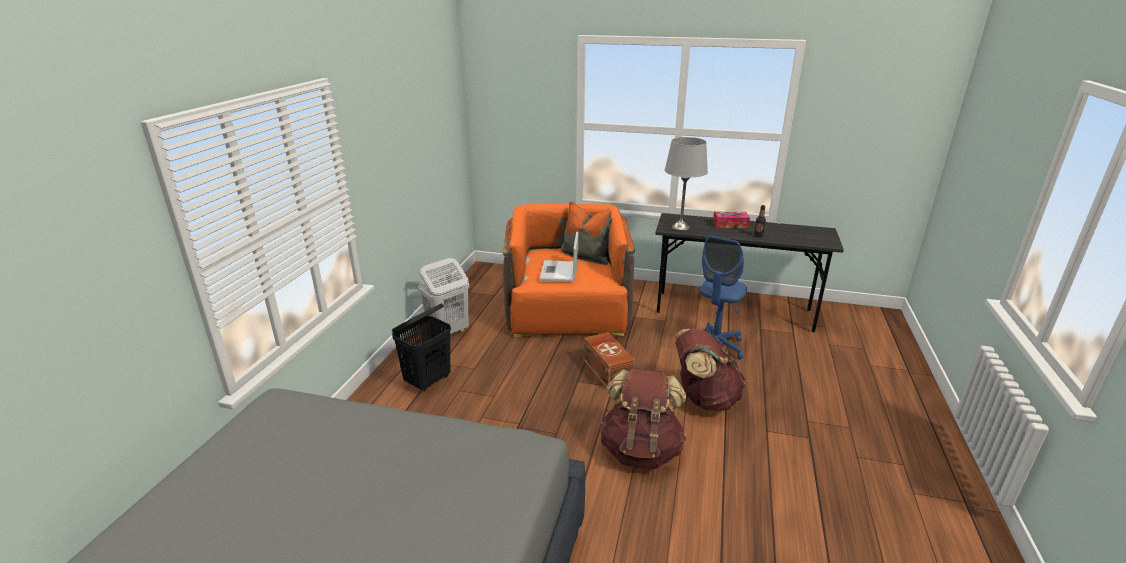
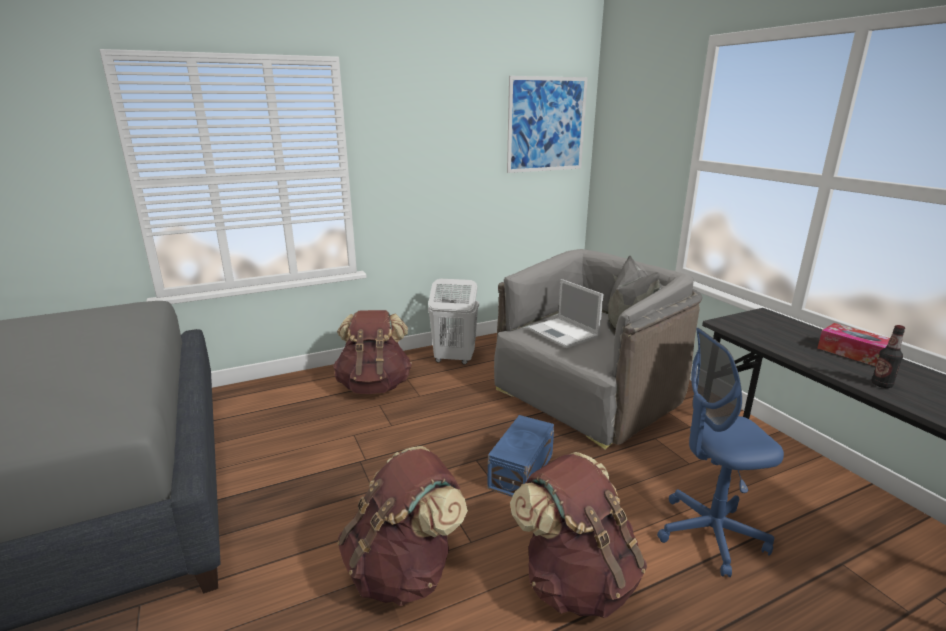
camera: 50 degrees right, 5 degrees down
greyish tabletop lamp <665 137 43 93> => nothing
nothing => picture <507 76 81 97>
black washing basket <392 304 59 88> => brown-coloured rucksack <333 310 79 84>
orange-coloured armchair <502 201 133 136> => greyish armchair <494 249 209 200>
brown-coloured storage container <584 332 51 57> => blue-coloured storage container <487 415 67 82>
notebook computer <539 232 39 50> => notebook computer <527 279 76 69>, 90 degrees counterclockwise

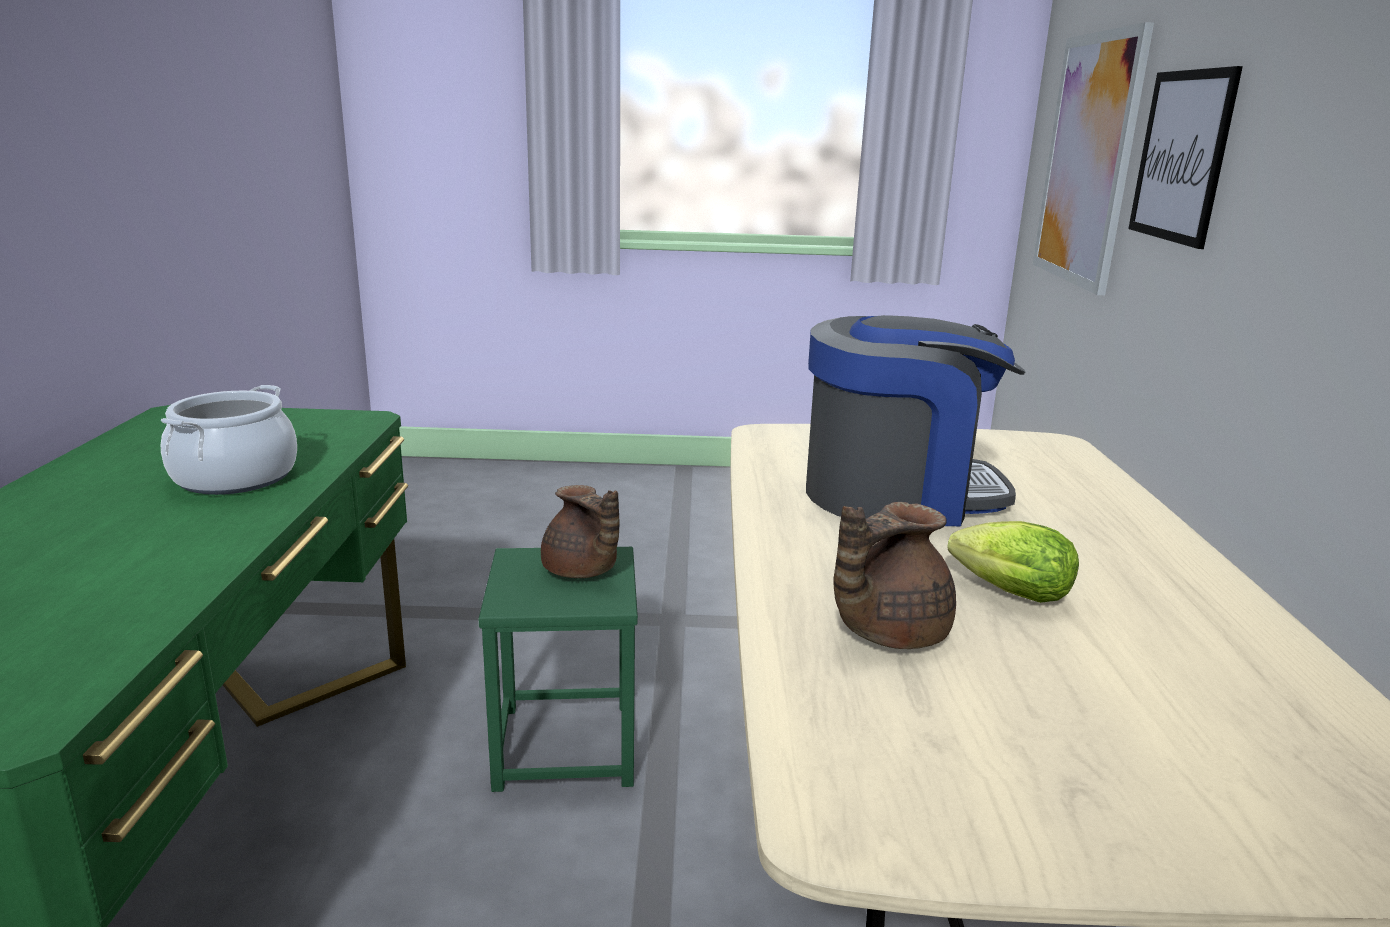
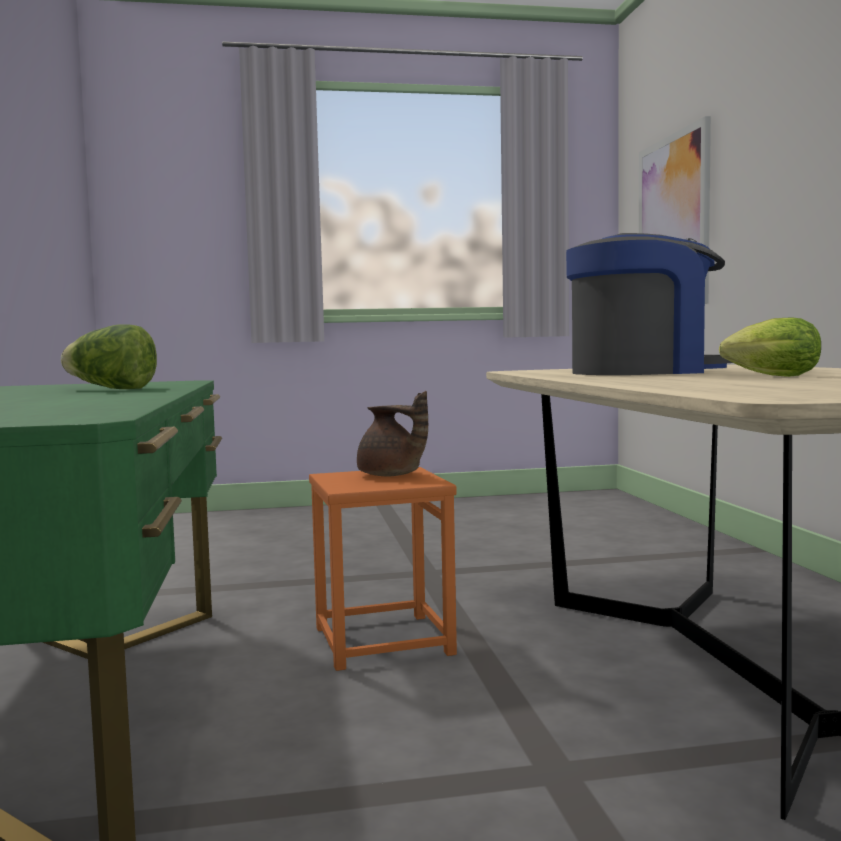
camera: 10 degrees left, 15 degrees down
brown-coloured teapot <833 502 123 147> => nothing
picture <1128 66 115 183> => nothing
cooking pot <161 385 136 110> => lettuce head <61 324 96 65>
greenish stool seat <478 547 160 245> => orange-coloured stool seat <309 467 148 204>

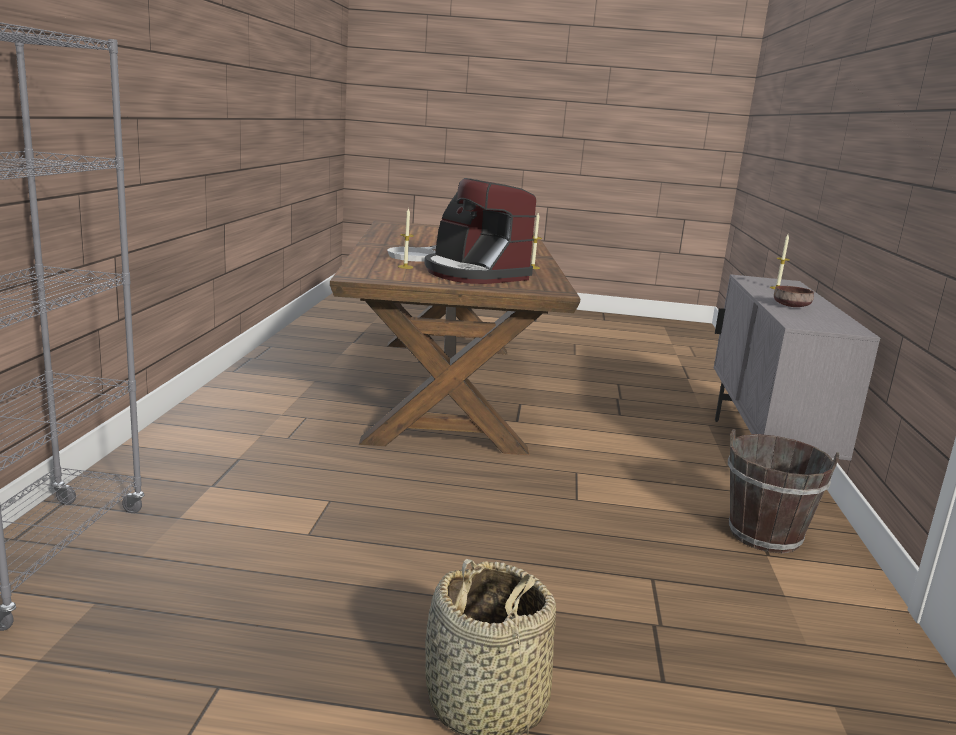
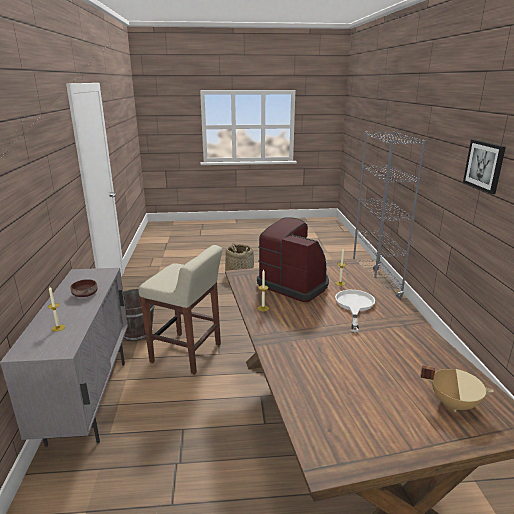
camera: 170 degrees right, 5 degrees up
nothing => beige-coloured stool seat <139 245 83 129>
nothing => beige-coloured cooking pot <420 365 74 47>
nothing => picture <463 140 43 54>

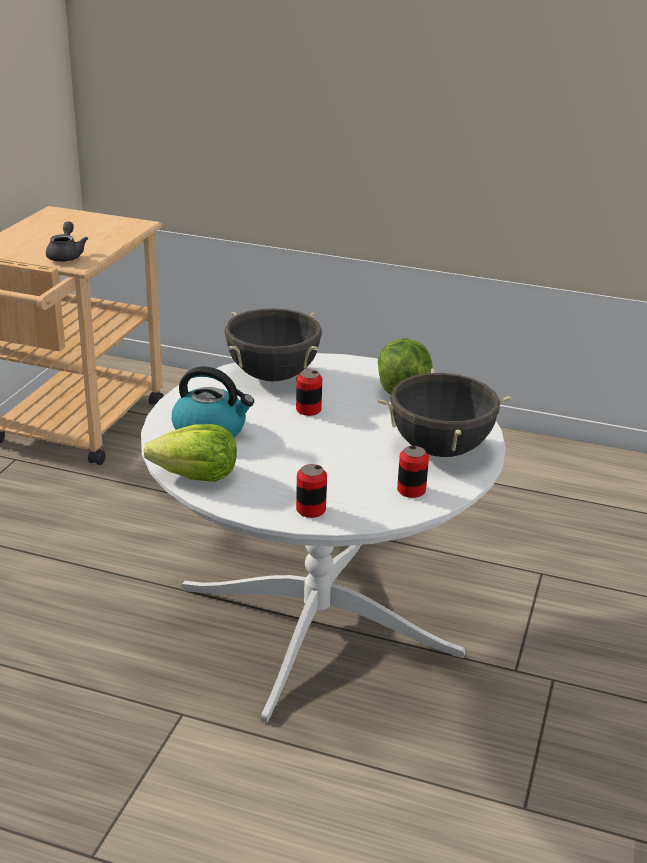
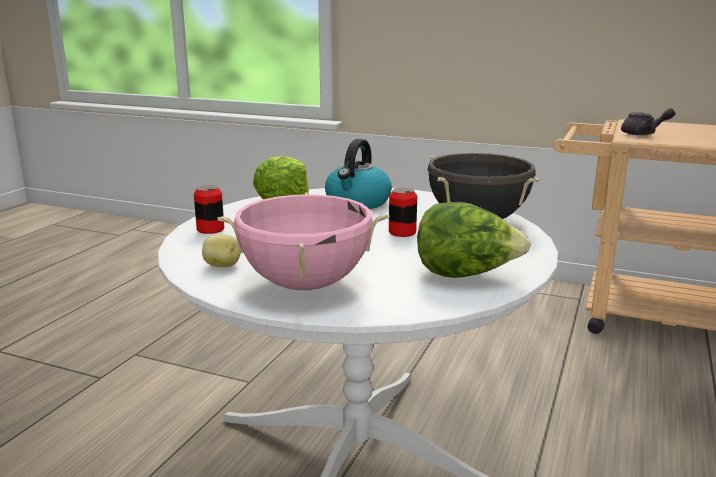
camera: 95 degrees right, 10 degrees down
can <397 446 32 52> => whole potato <202 234 39 33>
black cooking pot <378 369 134 88> => pink-coloured cooking pot <217 193 173 97>

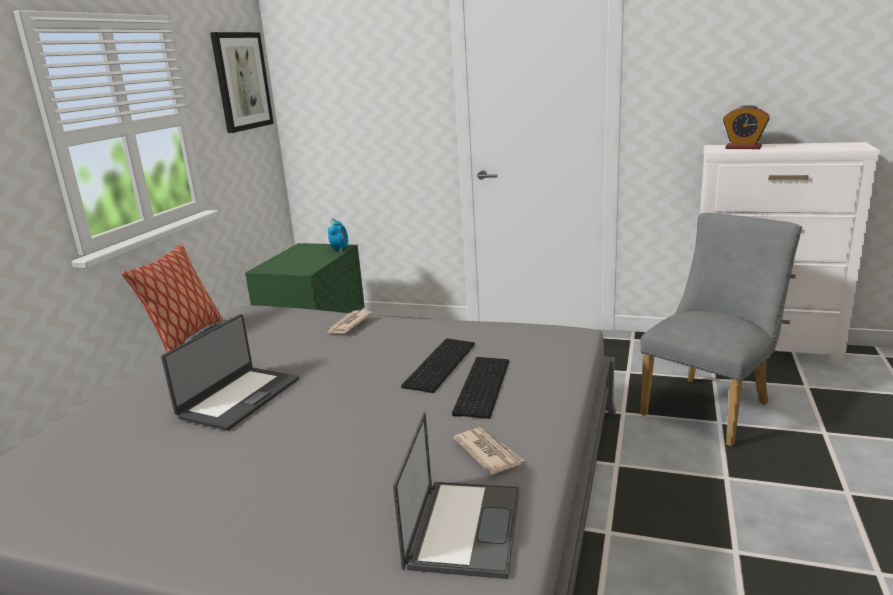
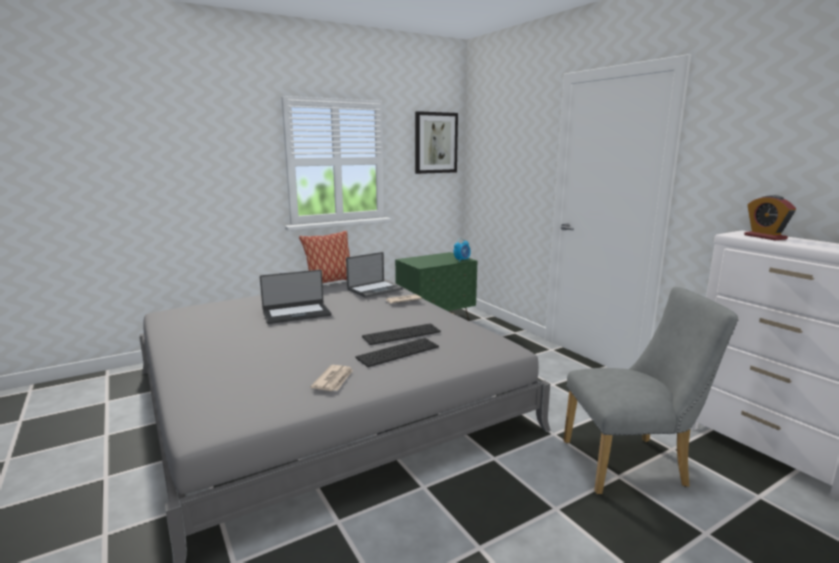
camera: 40 degrees right, 5 degrees down
notebook computer <393 412 126 167> => notebook computer <346 252 57 46>, shifted

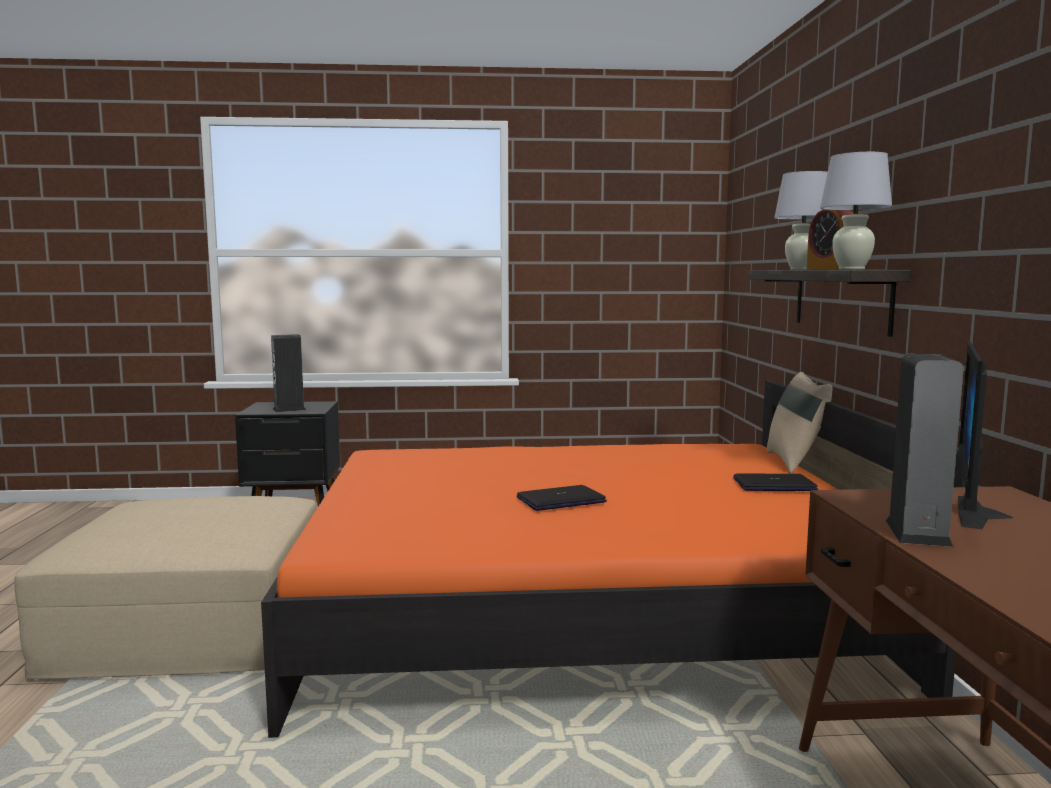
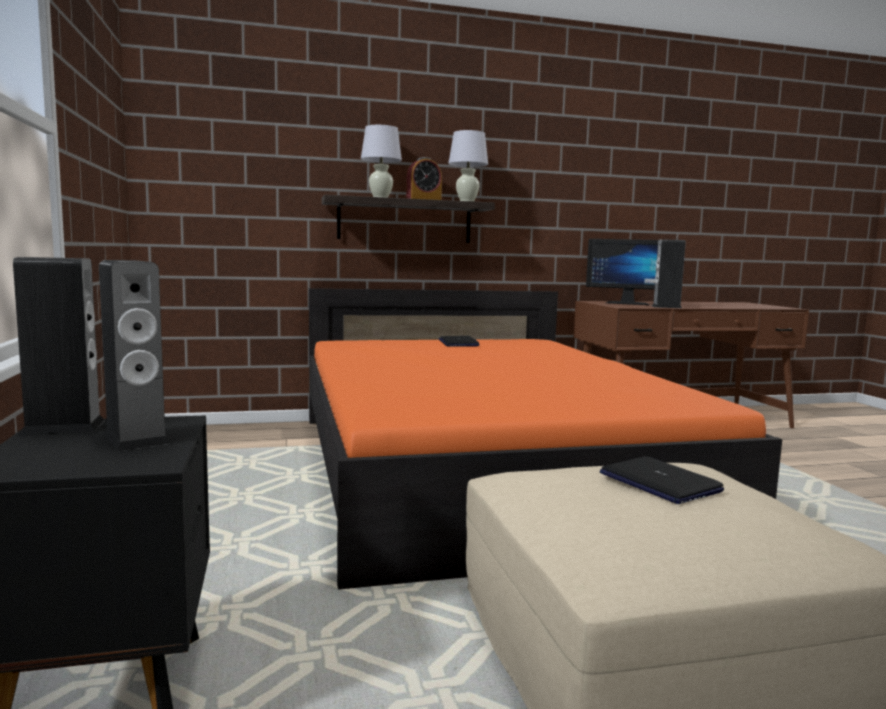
camera: 100 degrees left, 0 degrees up
beige-coloured pillow <767 372 65 101> => nothing
nothing => speaker <13 257 92 178>
notebook computer <517 485 90 26> => notebook computer <600 456 124 48>, shifted

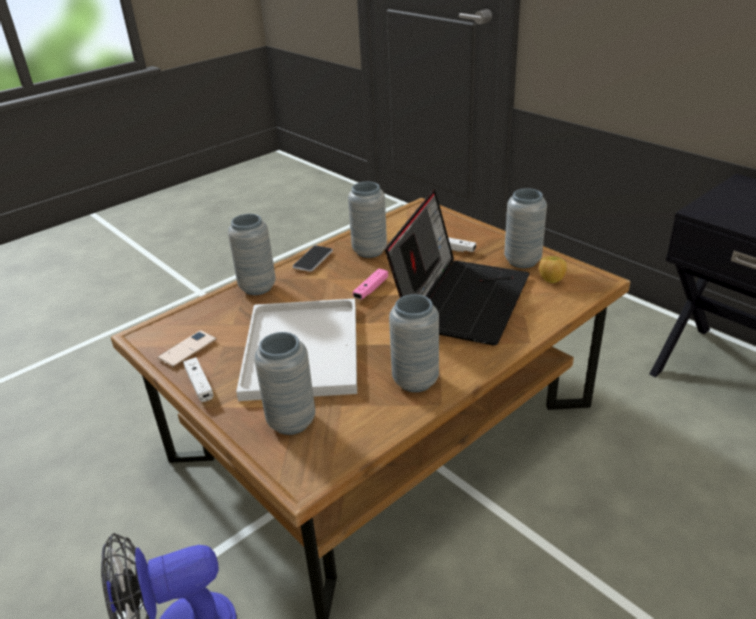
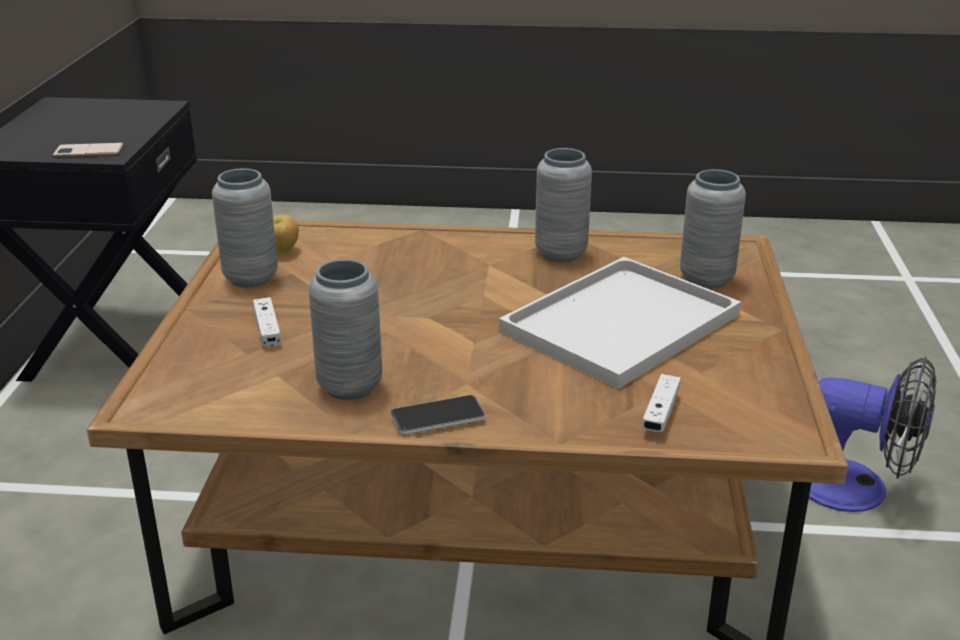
camera: 135 degrees left, 5 degrees down
greyish decorative vase <228 214 48 81> => nothing
pink-coloured gamepad <353 269 35 31> => nothing
notebook computer <385 190 145 155> => nothing
telephone <157 330 60 37> => telephone <52 143 71 14>, shifted
white gamepad <183 357 30 45> => white gamepad <642 374 39 58>, shifted

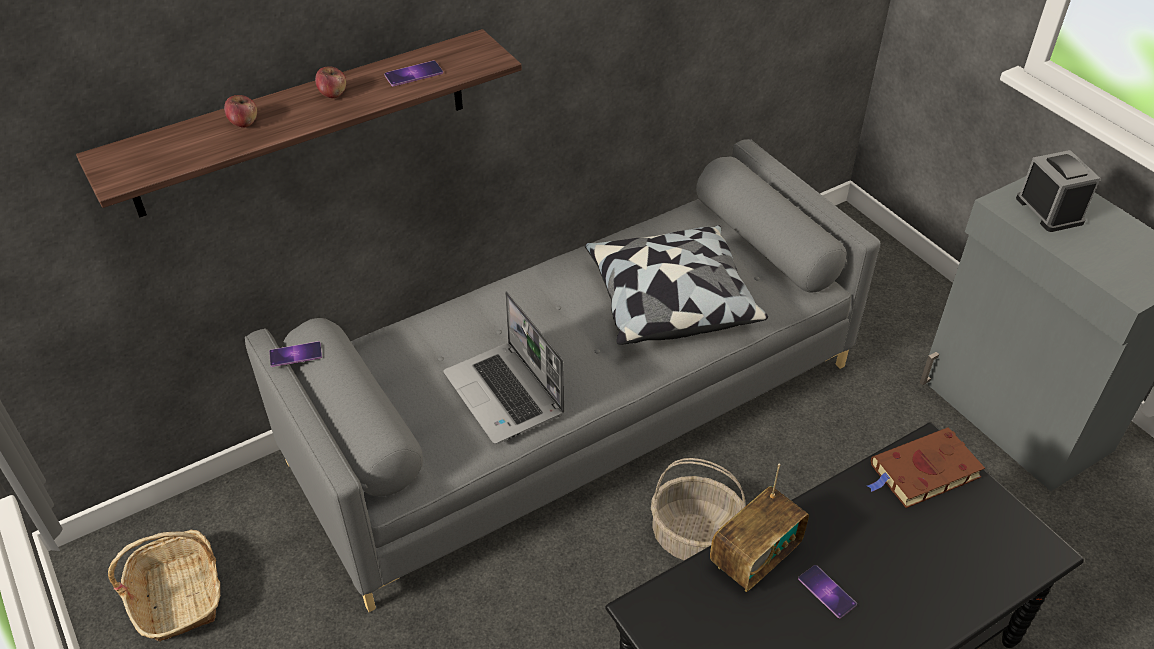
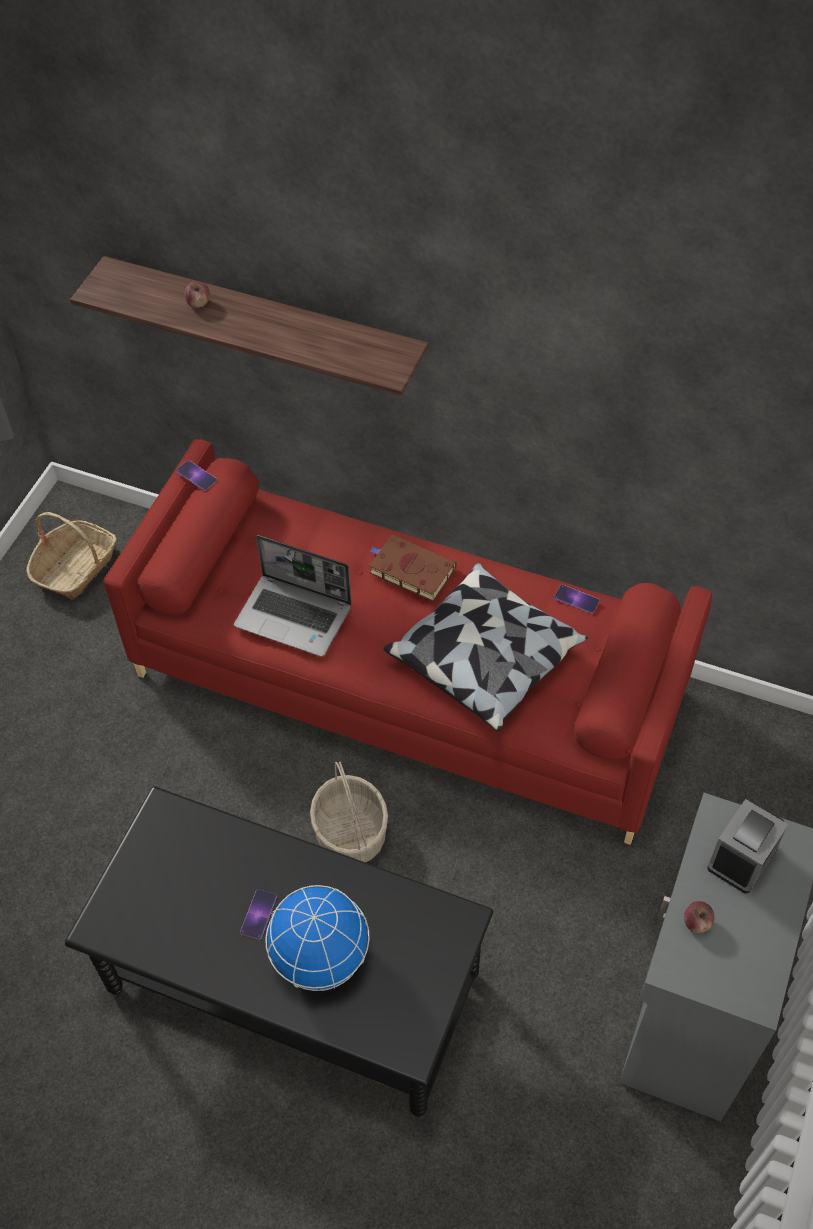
camera: 55 degrees right, 10 degrees up
radio set <710 464 99 128> => nothing
nothing => desk globe <265 885 105 106>
apple fruit <315 66 31 32> => apple fruit <684 901 30 32>, shifted
telephone <384 61 59 25> => telephone <554 585 46 29>, shifted
brown-coloured volume <868 427 117 81> => brown-coloured volume <369 534 87 68>, shifted
greyish settee <245 139 636 473> => red-coloured settee <103 439 609 406>
notebook computer <443 291 121 153> => notebook computer <234 535 118 122>, 90 degrees counterclockwise

